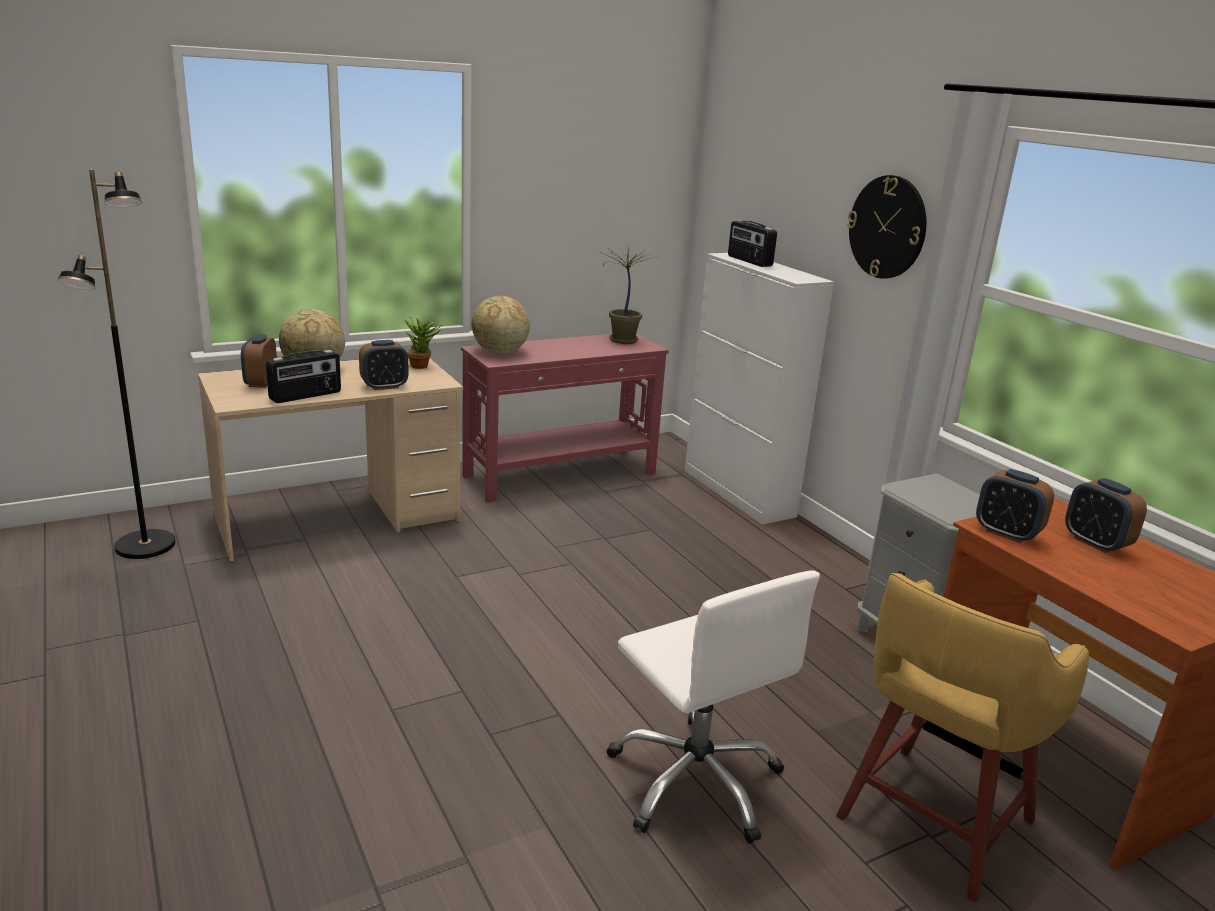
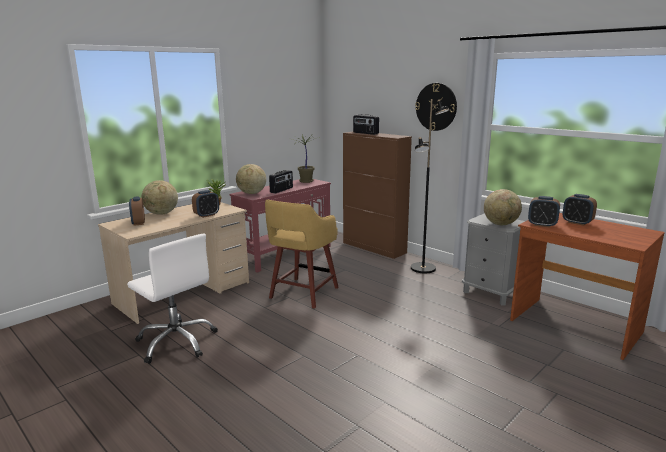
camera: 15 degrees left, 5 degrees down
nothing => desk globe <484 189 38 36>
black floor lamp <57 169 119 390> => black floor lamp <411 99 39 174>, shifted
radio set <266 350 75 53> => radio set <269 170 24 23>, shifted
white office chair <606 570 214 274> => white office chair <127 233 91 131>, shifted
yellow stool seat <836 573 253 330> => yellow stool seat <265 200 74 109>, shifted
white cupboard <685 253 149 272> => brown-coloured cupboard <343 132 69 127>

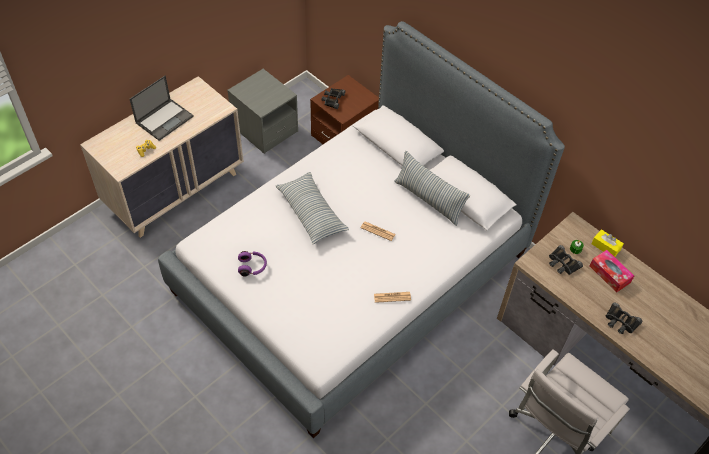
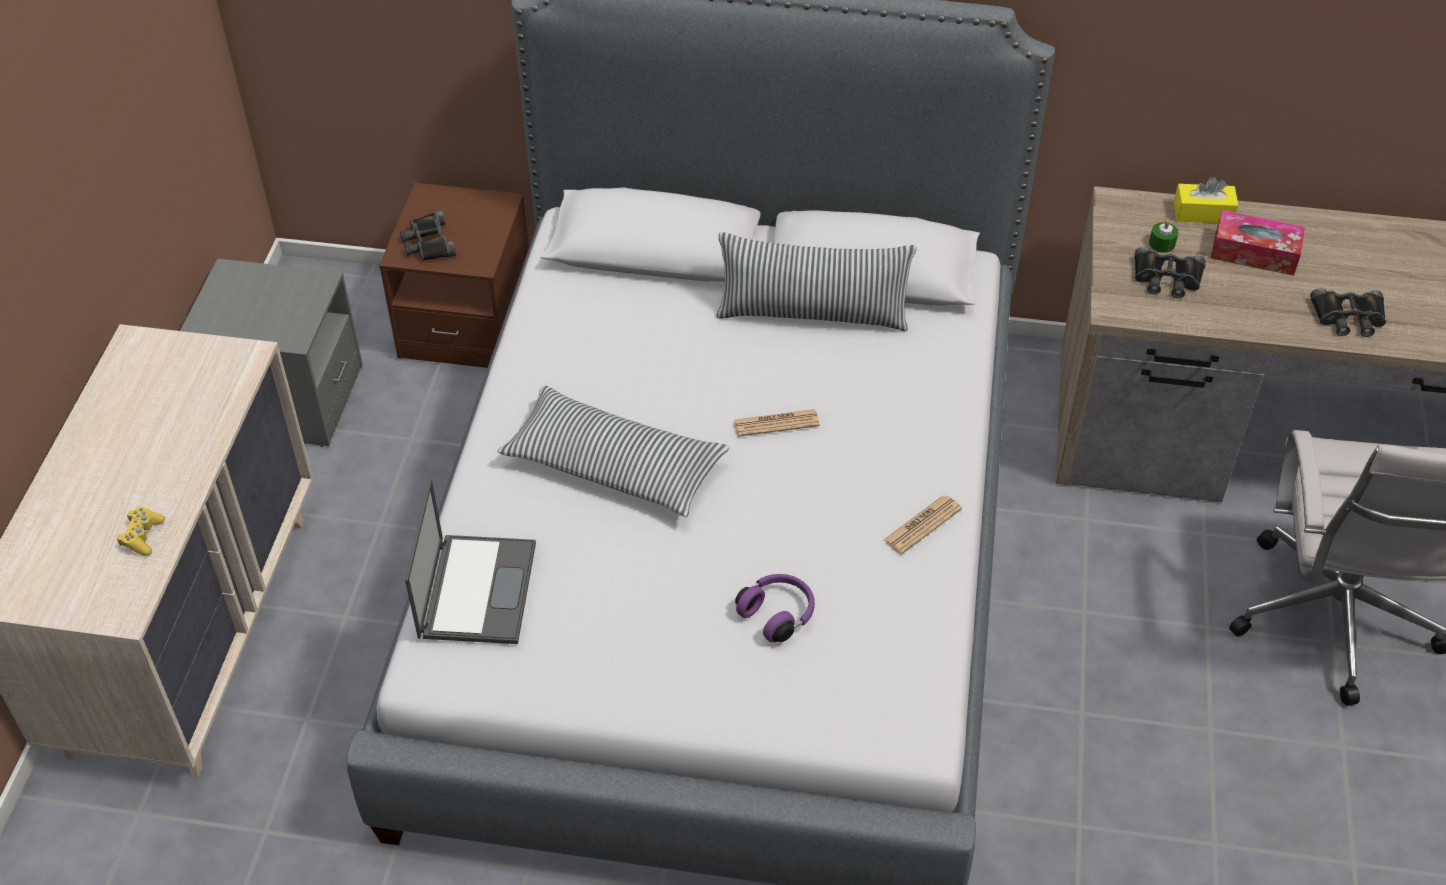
camera: 35 degrees left, 5 degrees down
notebook computer <130 76 64 65> => notebook computer <405 479 131 165>, shifted
purple-coloured headset <238 251 29 25> => purple-coloured headset <735 574 80 68>, shifted

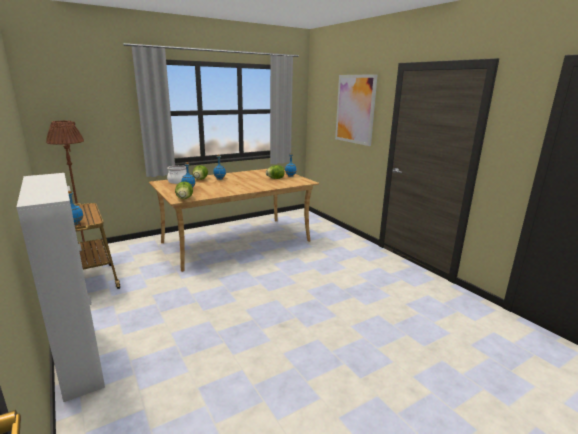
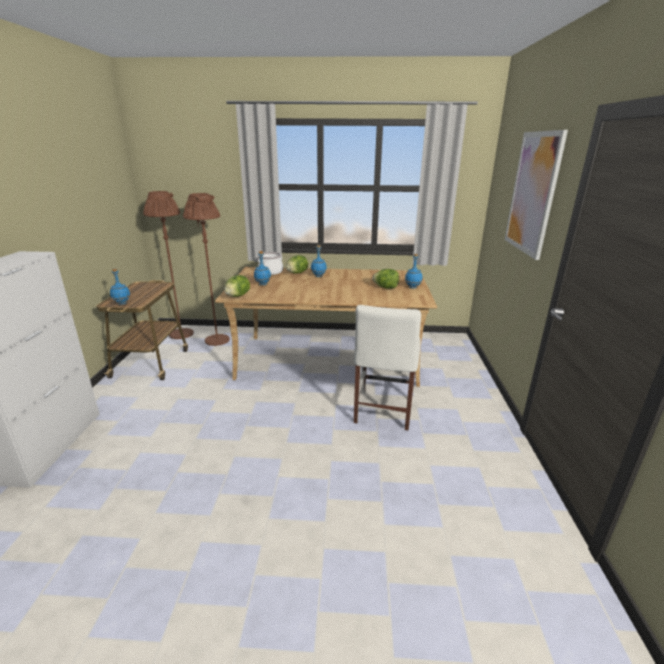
camera: 35 degrees right, 5 degrees up
nothing => brown-coloured floor lamp <183 193 47 153>
nothing => white plain chair <354 305 67 125>

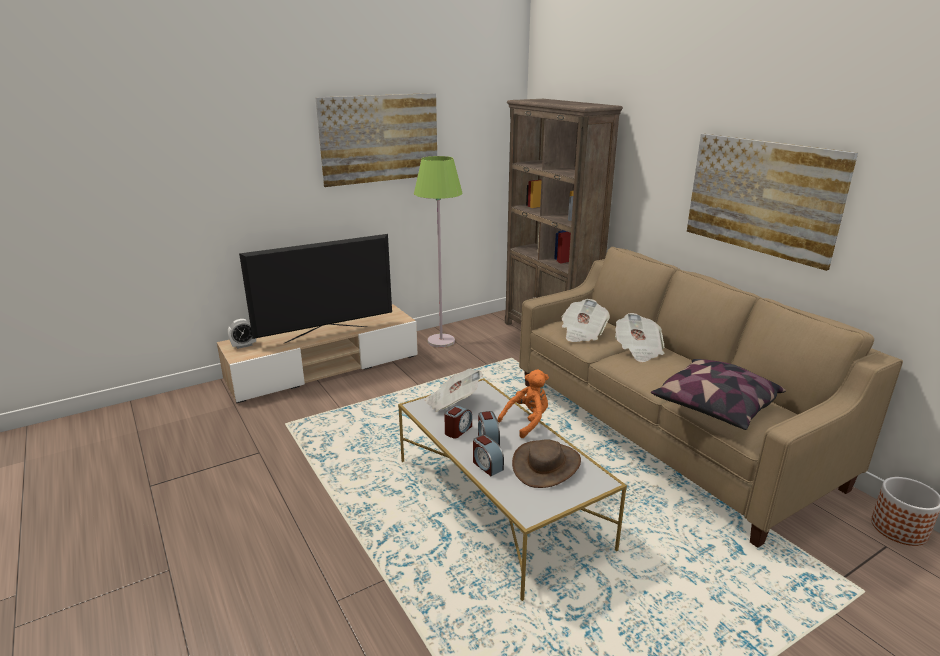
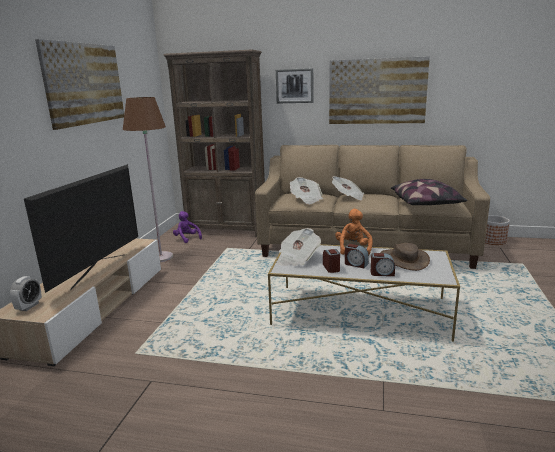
camera: 45 degrees left, 5 degrees down
nothing => purple-coloured plush toy <173 211 29 32>
nothing => picture <276 68 38 35>
greenish floor lamp <414 156 49 192> => brown-coloured floor lamp <123 97 50 165>

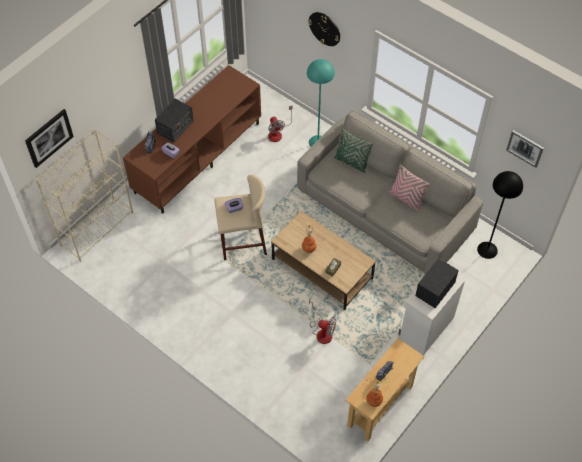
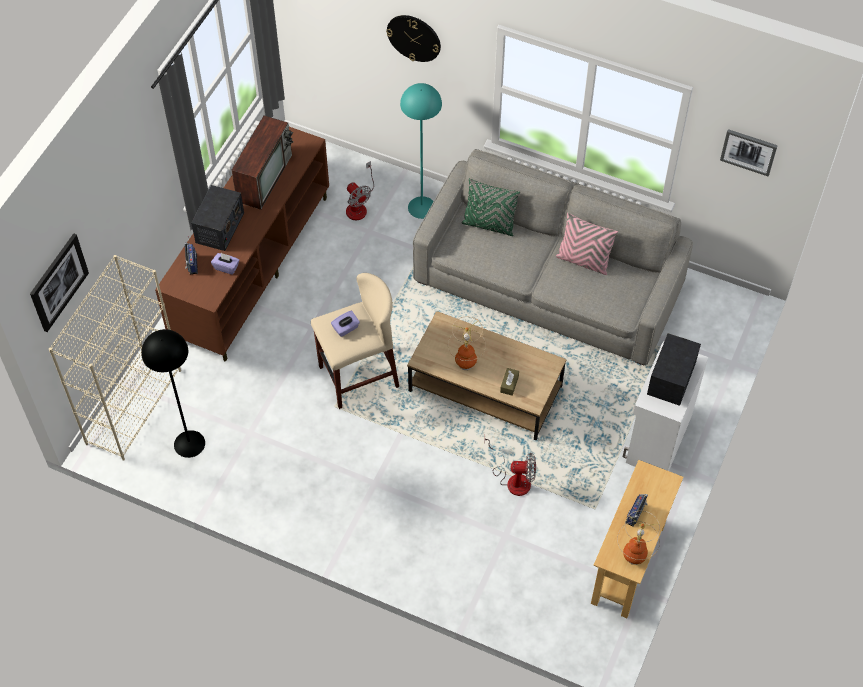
camera: 15 degrees left, 0 degrees up
nothing => television <231 115 63 95>
black floor lamp <477 171 46 88> => black floor lamp <141 329 64 129>, shifted

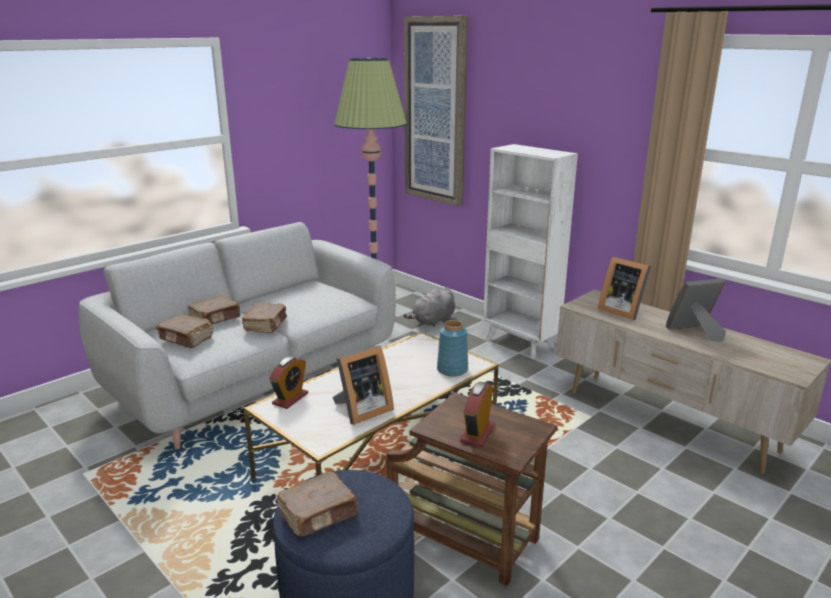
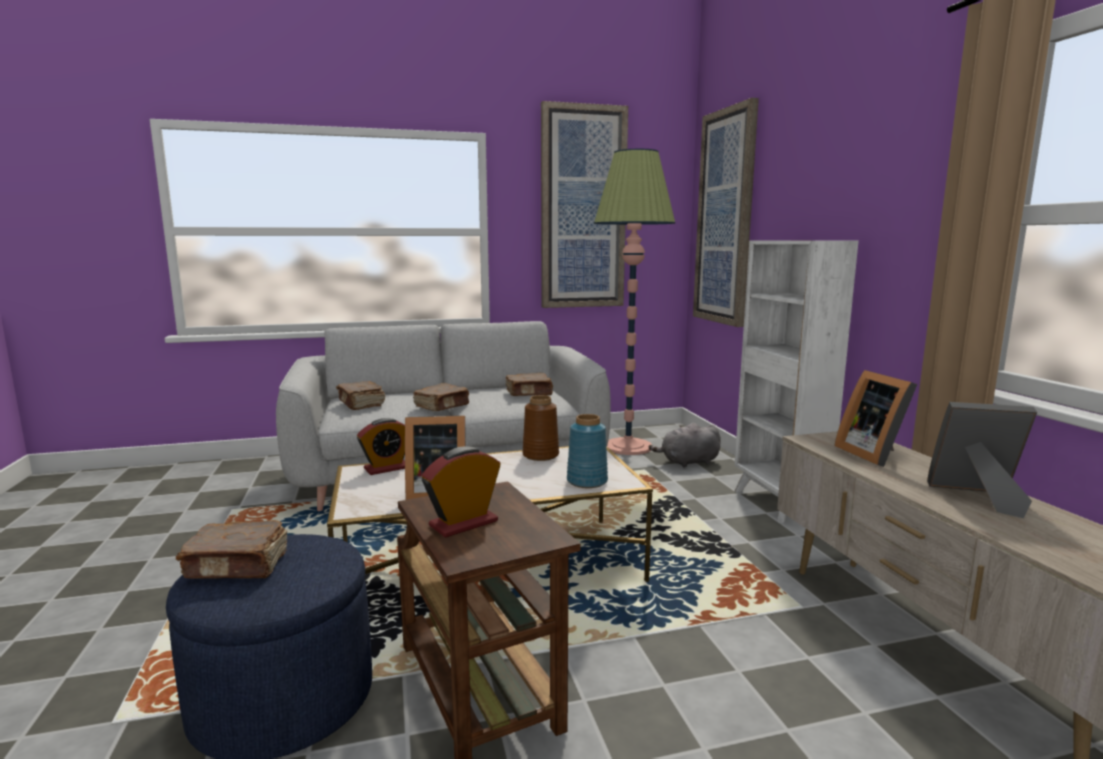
camera: 30 degrees right, 10 degrees down
nothing => brown-coloured decorative vase <523 395 36 66>
nothing => picture <541 101 87 207>
brown-coloured volume <188 295 53 29> => brown-coloured volume <505 373 48 23>, shifted

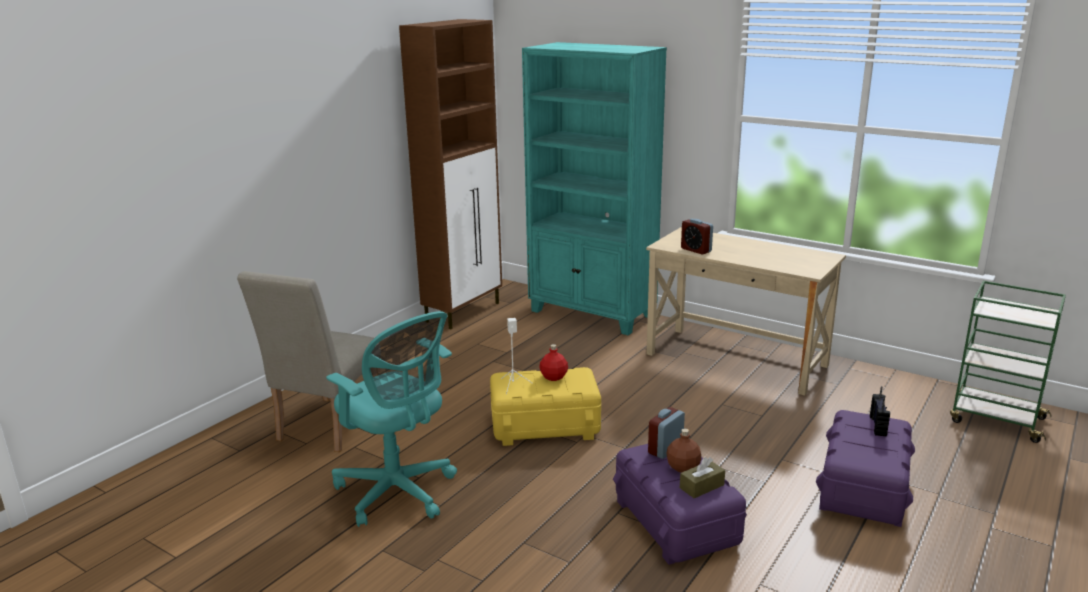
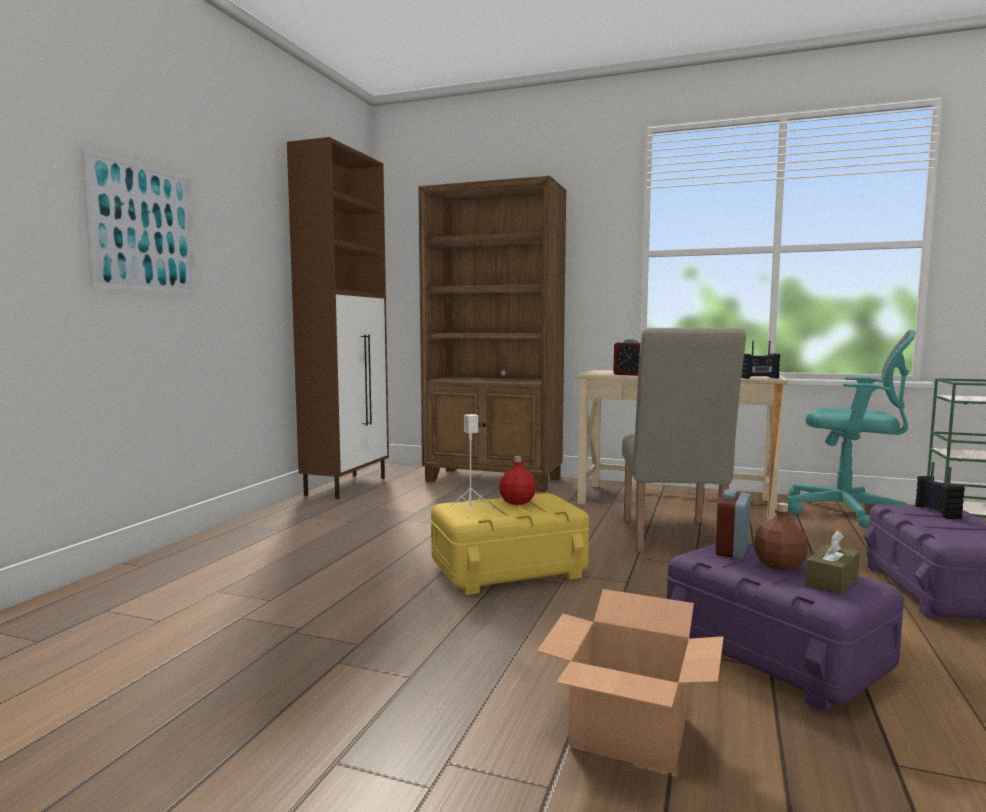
camera: 15 degrees left, 15 degrees down
nothing => picture <81 147 116 148>
nothing => packing box <537 589 187 185>
nothing => radio set <741 341 39 38>
beige-coloured plain chair <237 271 143 181> => beige-coloured plain chair <622 328 124 224>, shifted
blue-green office chair <326 311 131 216> => blue-green office chair <787 329 129 199>, shifted
blue-green bookshelf <522 42 145 293> => brown-coloured bookshelf <418 176 149 316>

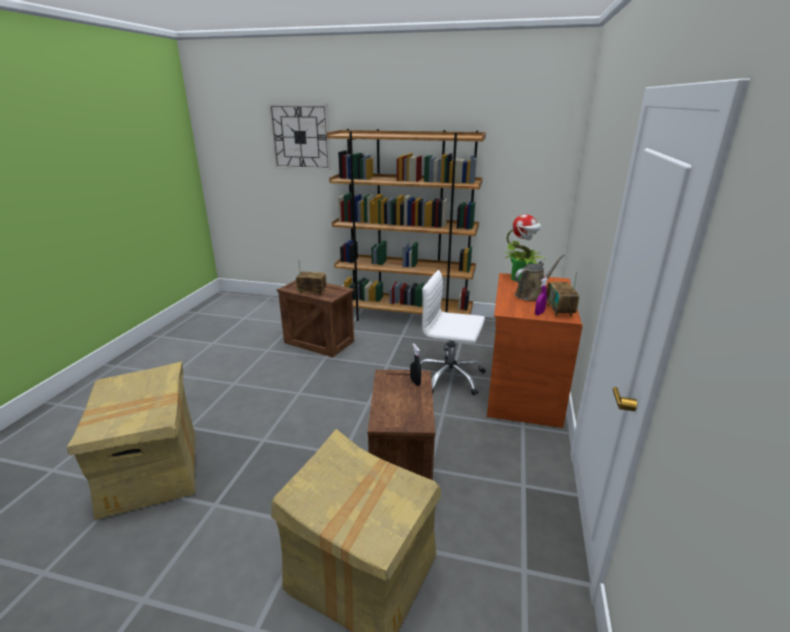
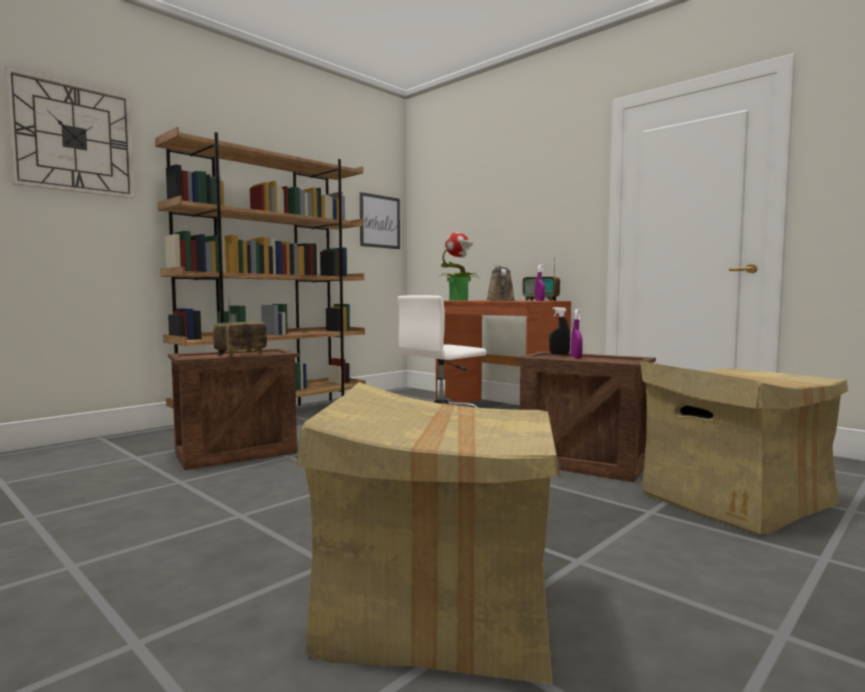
camera: 60 degrees left, 20 degrees down
nothing => picture <360 192 40 57>
nothing => purple-coloured spray bottle <571 309 12 50>

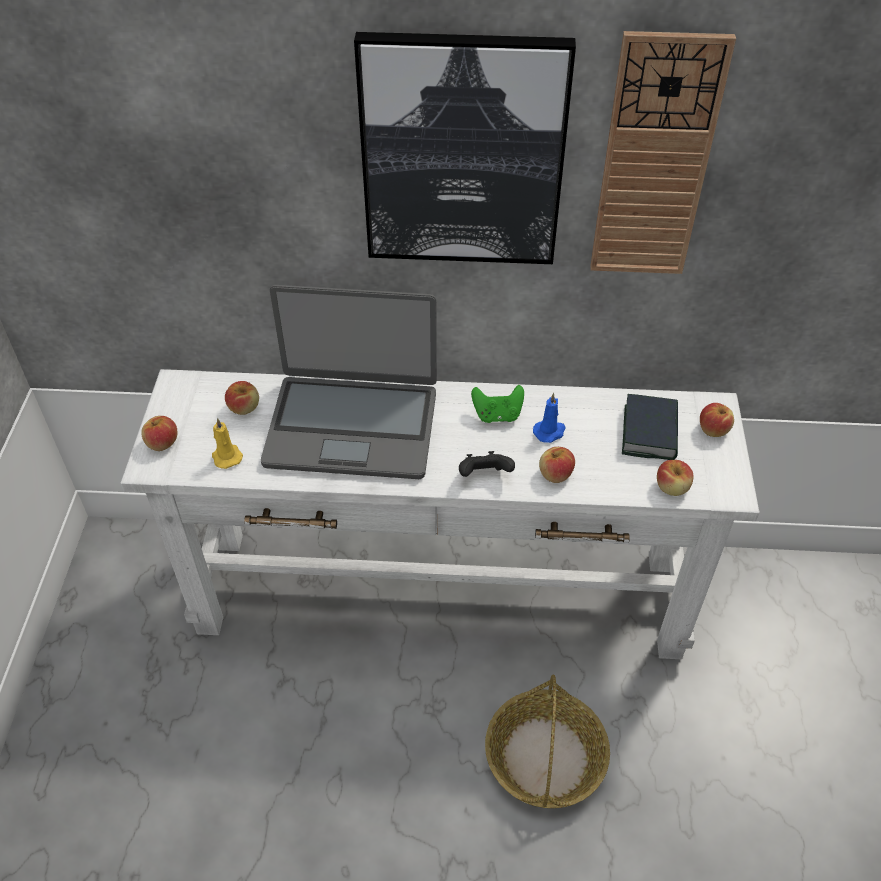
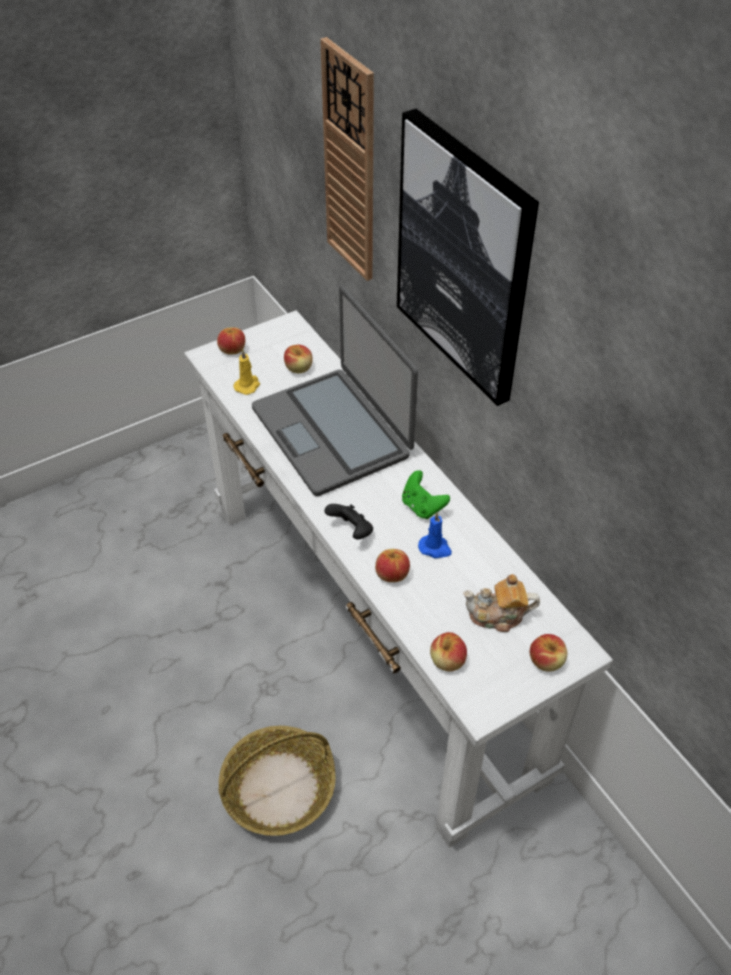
camera: 55 degrees right, 0 degrees up
hanging clock <590 31 146 243> => hanging clock <320 37 54 244>, shifted
volume <622 394 56 66> => teapot <463 574 77 58>

